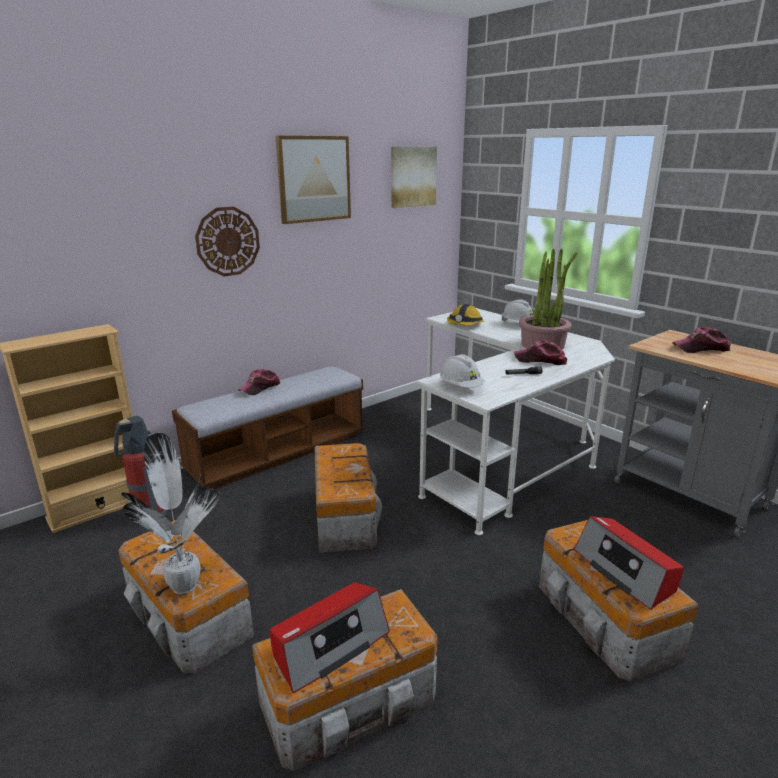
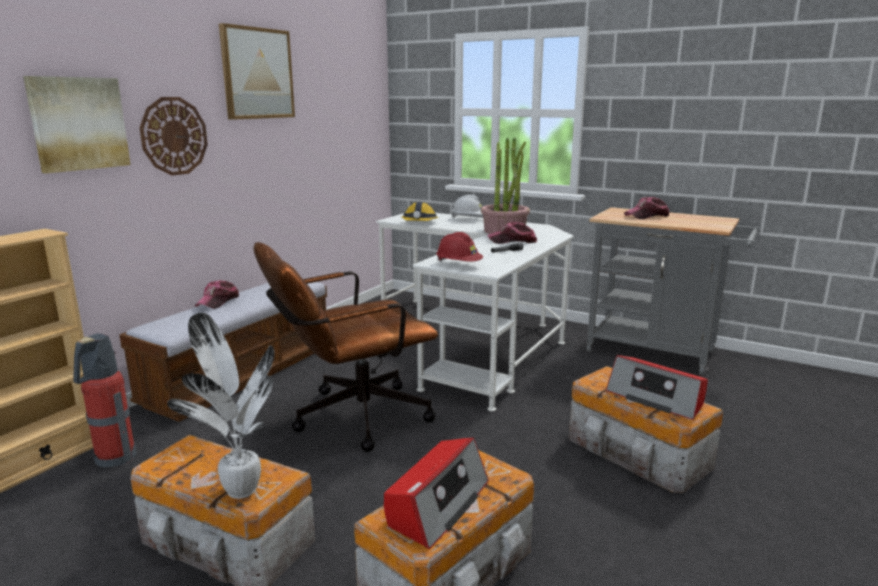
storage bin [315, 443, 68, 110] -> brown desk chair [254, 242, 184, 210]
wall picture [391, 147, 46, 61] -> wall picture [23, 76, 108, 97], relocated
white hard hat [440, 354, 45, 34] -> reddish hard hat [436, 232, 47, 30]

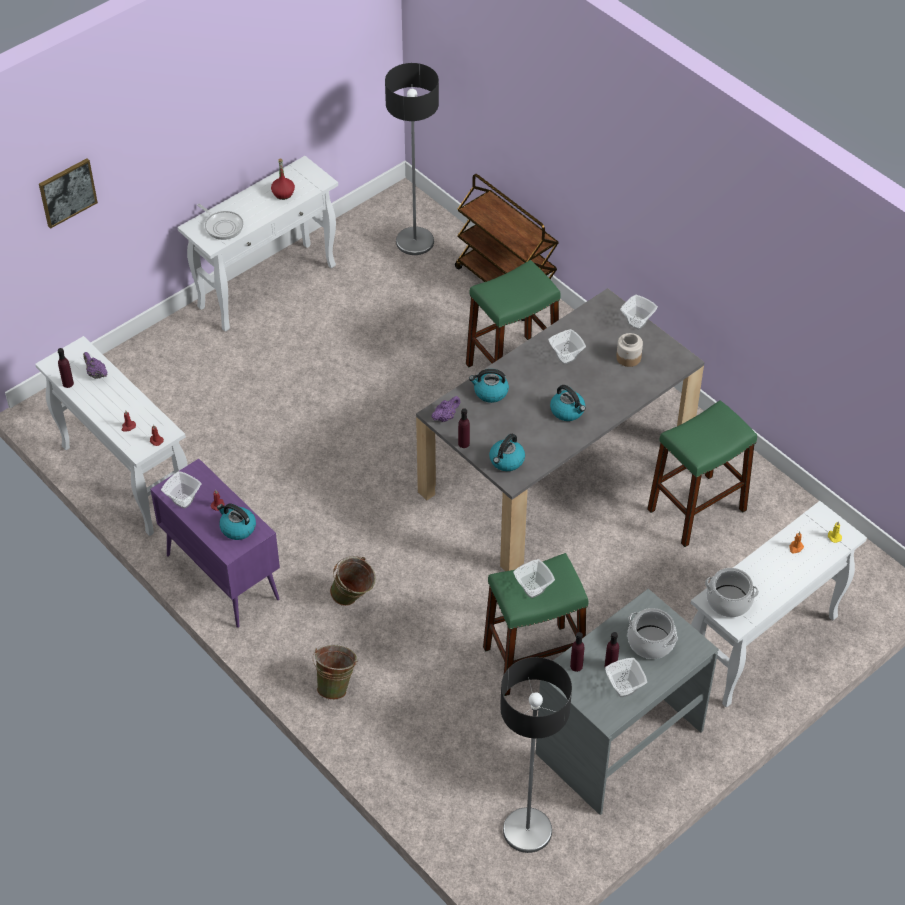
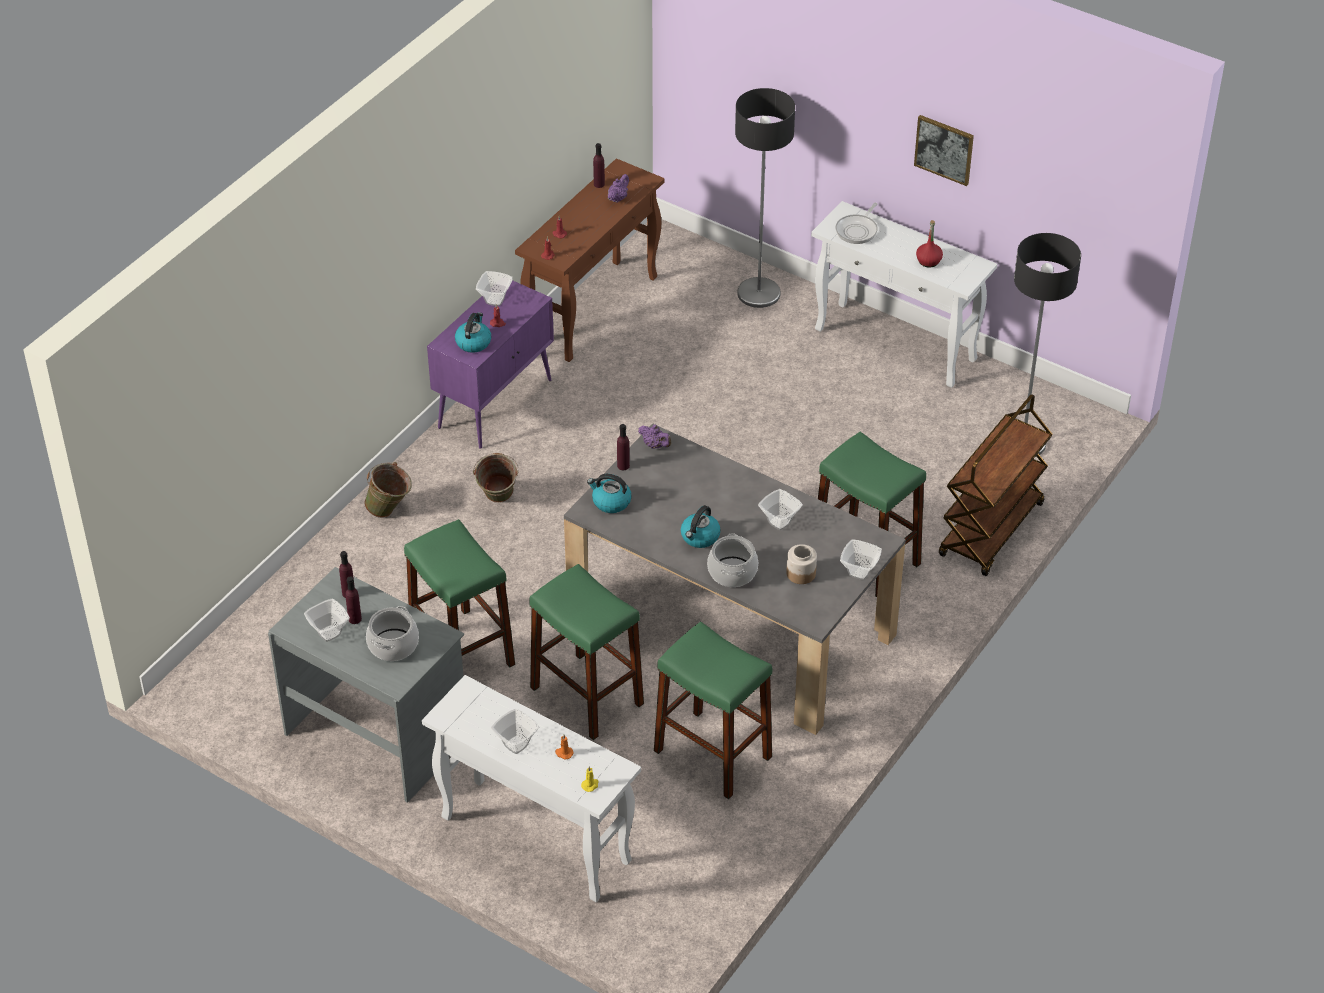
white narrow table [35, 336, 153, 200] -> brown narrow table [515, 158, 149, 204]
wall picture [39, 158, 59, 71] -> wall picture [914, 115, 60, 71], relocated
kettle [469, 369, 40, 34] -> none
floor lamp [500, 657, 72, 196] -> floor lamp [735, 88, 60, 220], relocated
bowl [513, 559, 42, 39] -> bowl [491, 709, 48, 45], relocated
stockpot [705, 568, 54, 49] -> stockpot [707, 533, 51, 54], relocated
none -> green-coloured stool seat [529, 564, 115, 176]

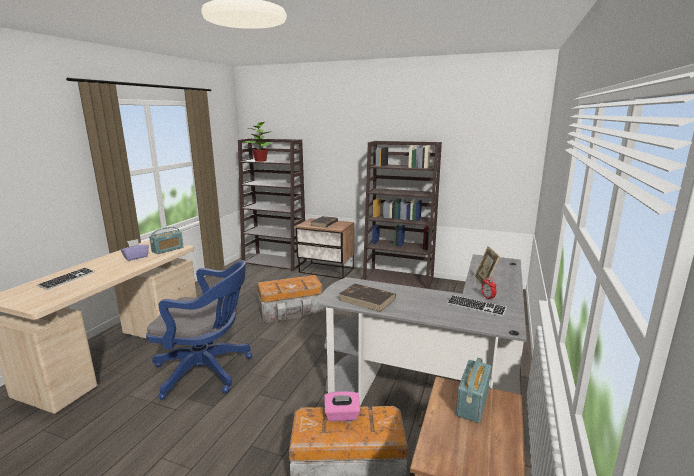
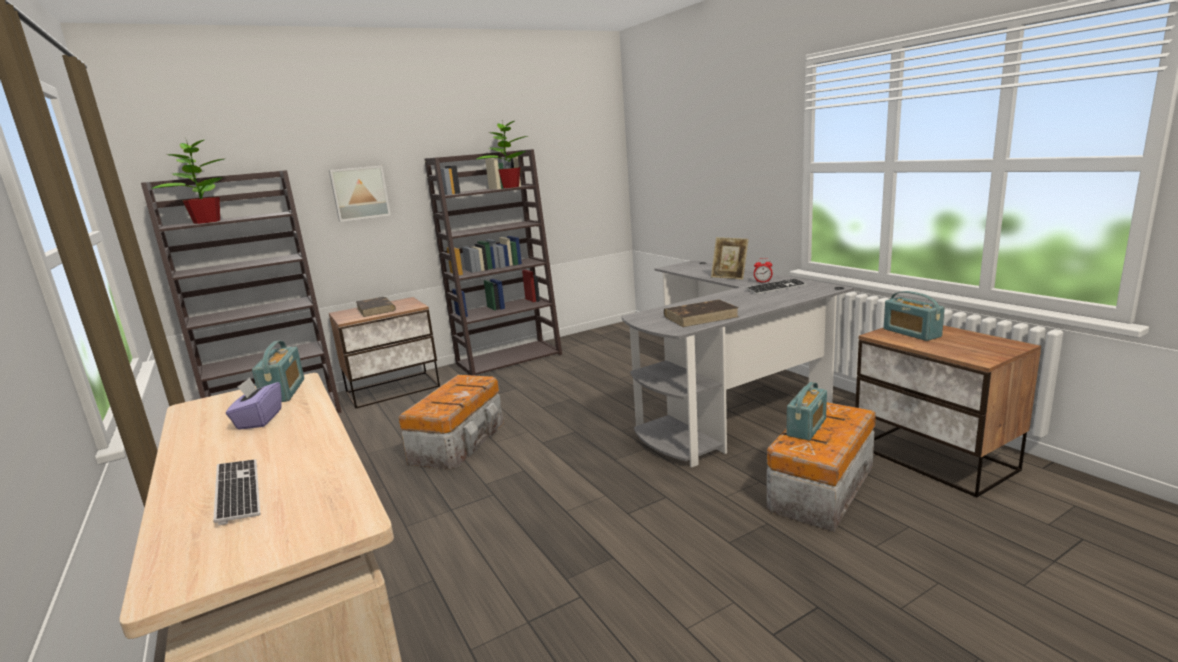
blue-coloured desk chair [146, 260, 106, 140] -> none
pink-coloured box of tissues [324, 391, 36, 31] -> radio set [787, 382, 40, 59]
none -> wall picture [329, 166, 62, 56]
none -> houseplant [477, 120, 50, 68]

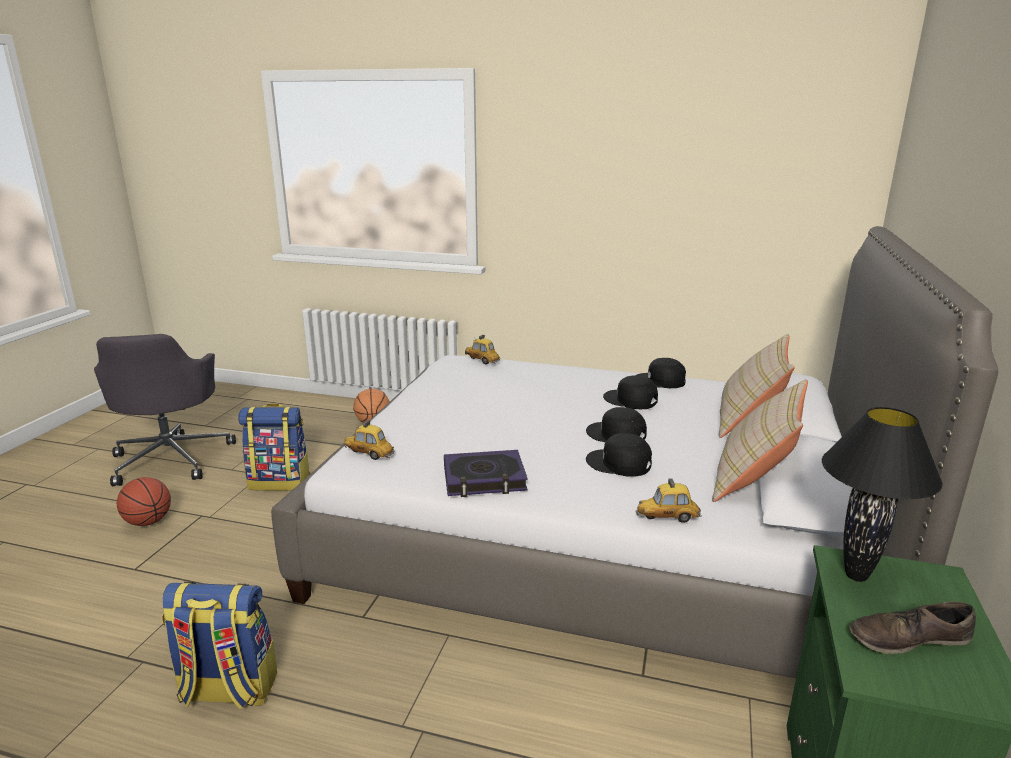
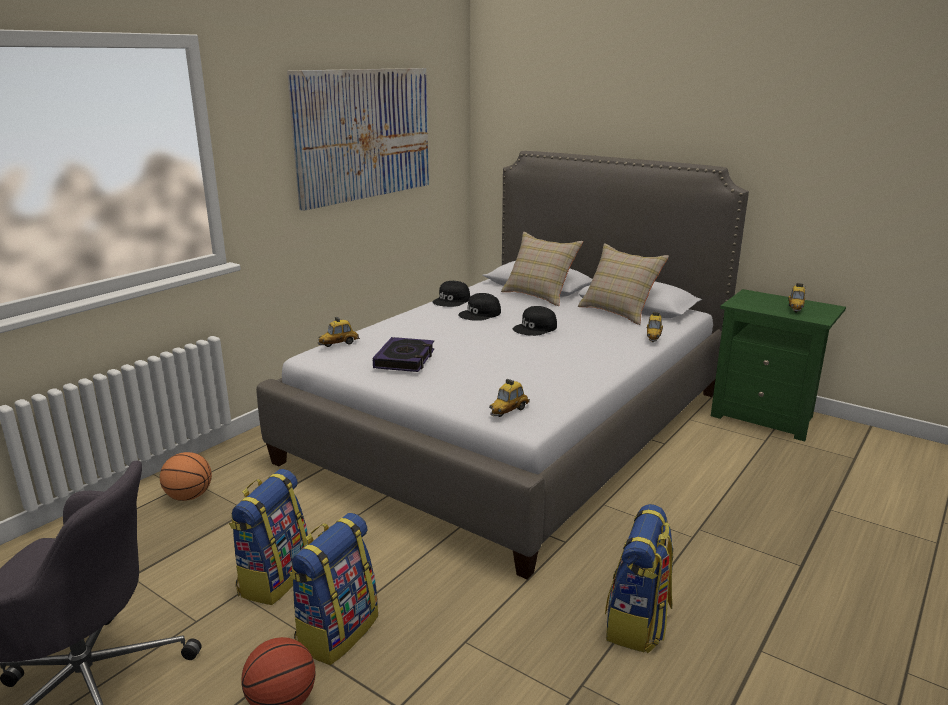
bound book [444, 450, 84, 47] -> bound book [373, 337, 61, 35], relocated
black-coloured baseball cap [586, 433, 66, 44] -> none
black-coloured tabletop lamp [822, 407, 121, 175] -> none
brown item of footwear [849, 601, 127, 53] -> miniature car [788, 283, 18, 29]
none -> wall picture [287, 68, 142, 143]
none -> backpack [289, 513, 89, 152]

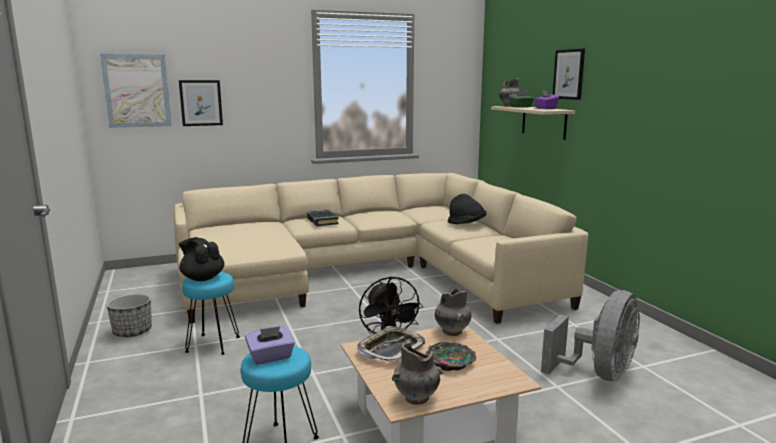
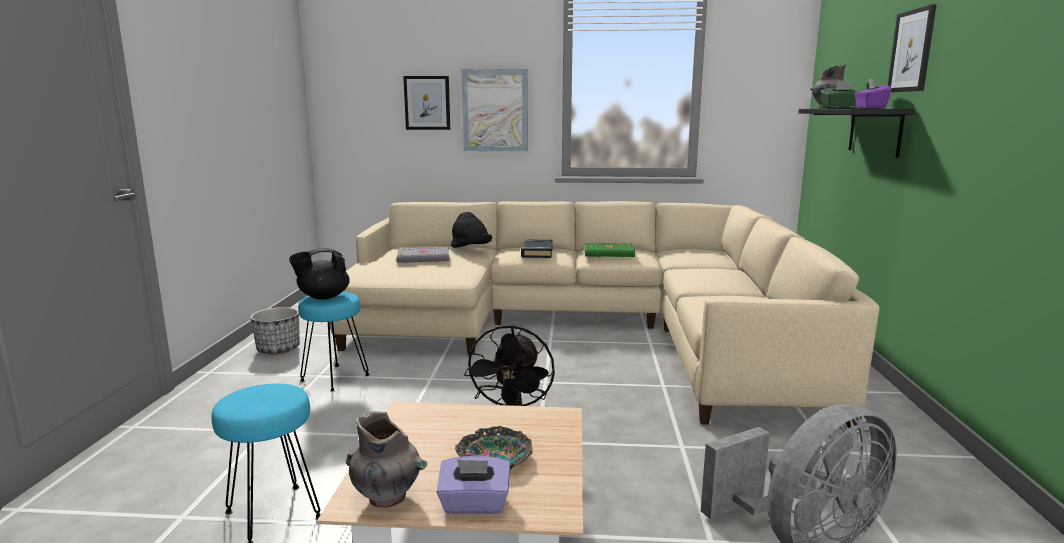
wall picture [100, 54, 72, 74] -> wall picture [461, 69, 67, 82], relocated
black-coloured teapot [179, 237, 45, 44] -> black-coloured teapot [289, 248, 61, 52], 90 degrees counterclockwise
purple-coloured box of tissues [245, 326, 50, 39] -> purple-coloured box of tissues [436, 456, 74, 58], relocated
carrying tray [357, 326, 68, 36] -> none
gray vase [435, 288, 37, 48] -> none
black-coloured clothing hat [448, 194, 38, 30] -> black-coloured clothing hat [451, 212, 41, 36], relocated
sand-coloured wall shelf [491, 106, 84, 34] -> black-coloured wall shelf [799, 109, 116, 49]
none -> gray bound book [397, 247, 52, 16]
none -> green-coloured bound book [584, 243, 51, 14]

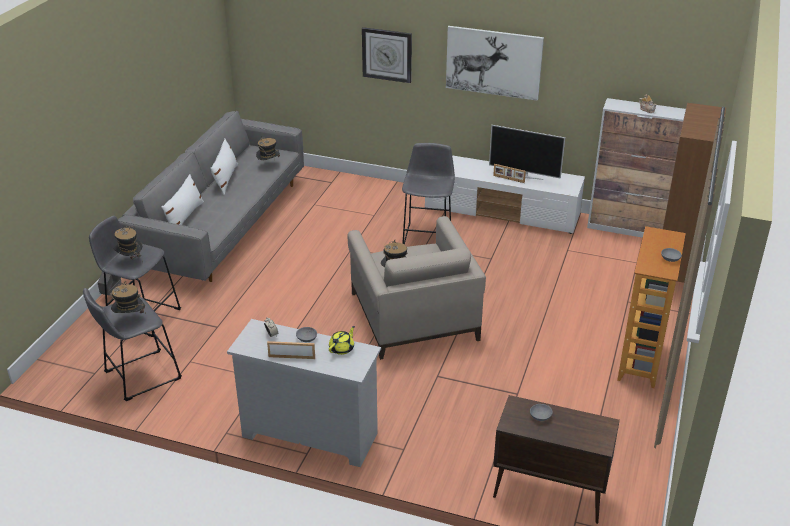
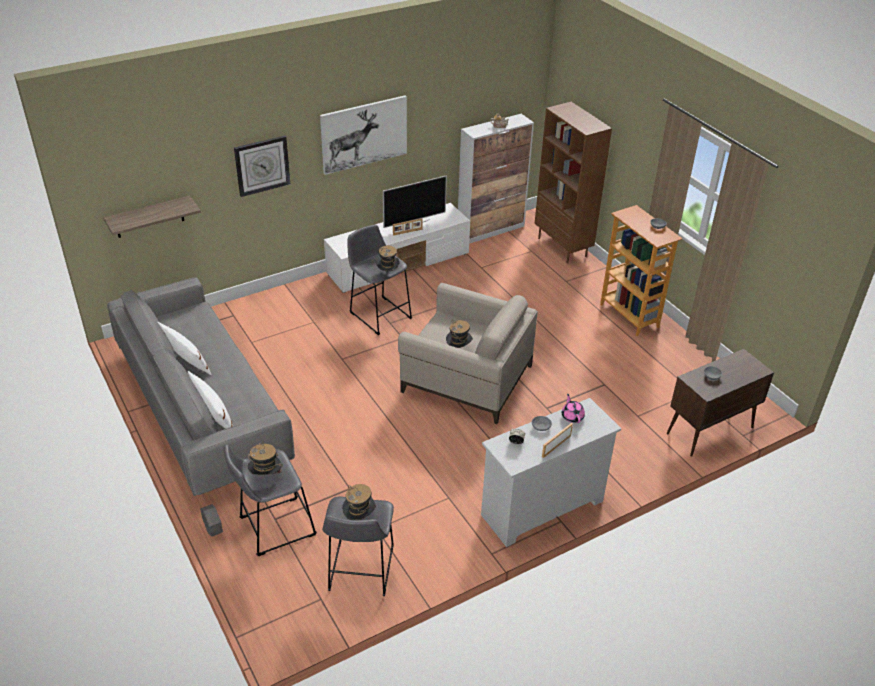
clothing hat [256, 137, 24, 23] -> clothing hat [376, 245, 23, 26], relocated
yellowish teapot [329, 326, 26, 29] -> pink-coloured teapot [562, 394, 23, 29]
none -> wall shelf [103, 196, 98, 42]

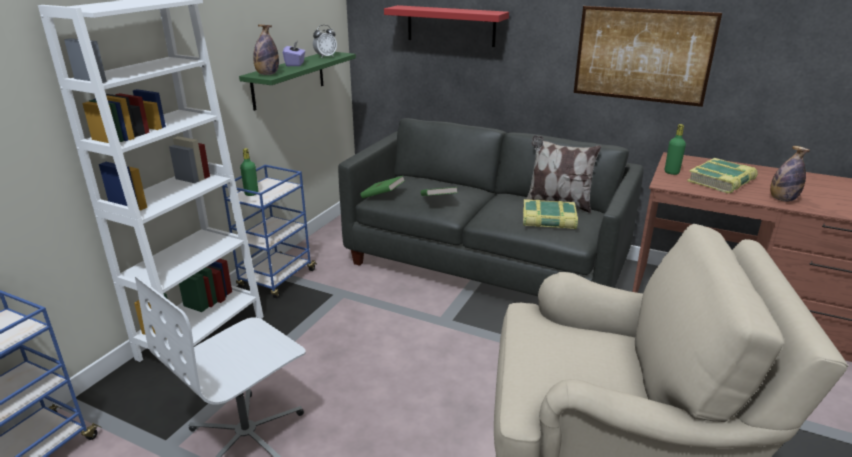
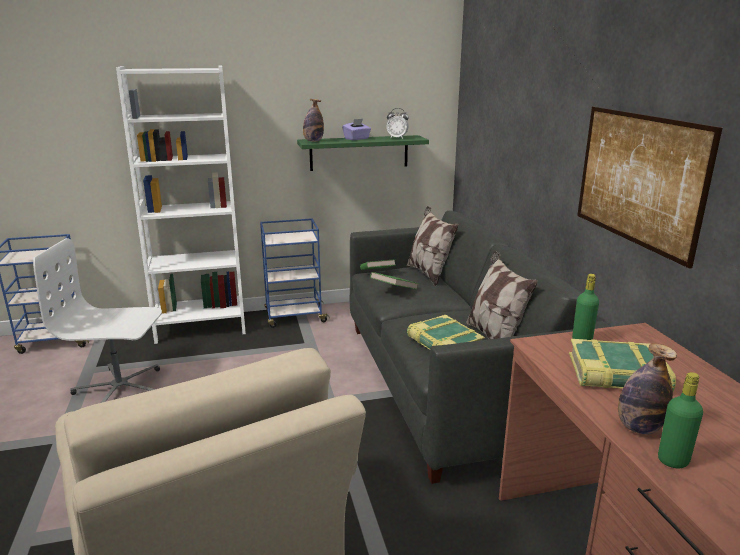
green-coloured beverage bottle [240, 148, 18, 48] -> green-coloured beverage bottle [658, 372, 45, 96], relocated
reddish wall shelf [384, 5, 125, 42] -> none
none -> throw pillow [407, 206, 51, 80]

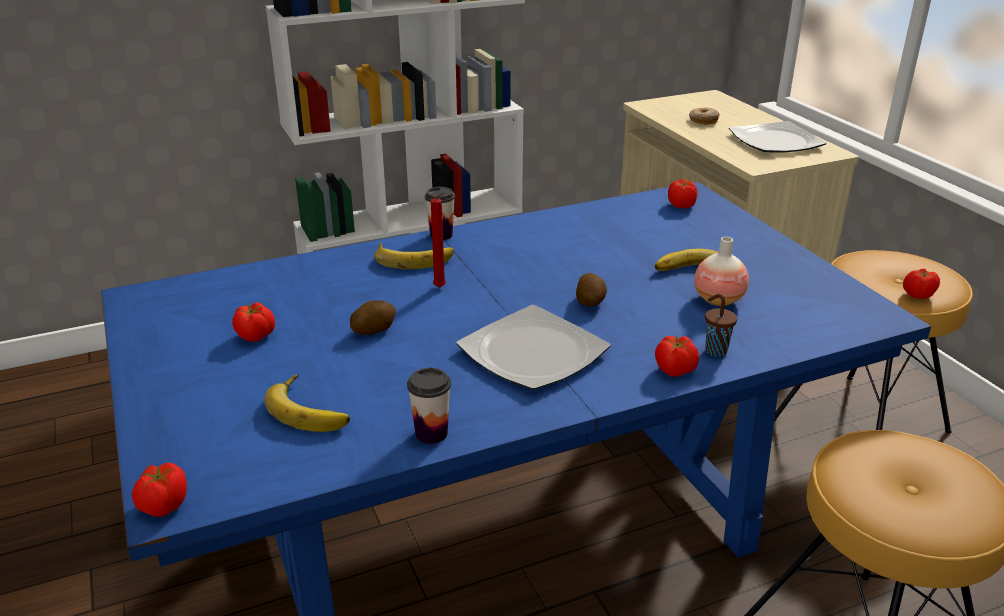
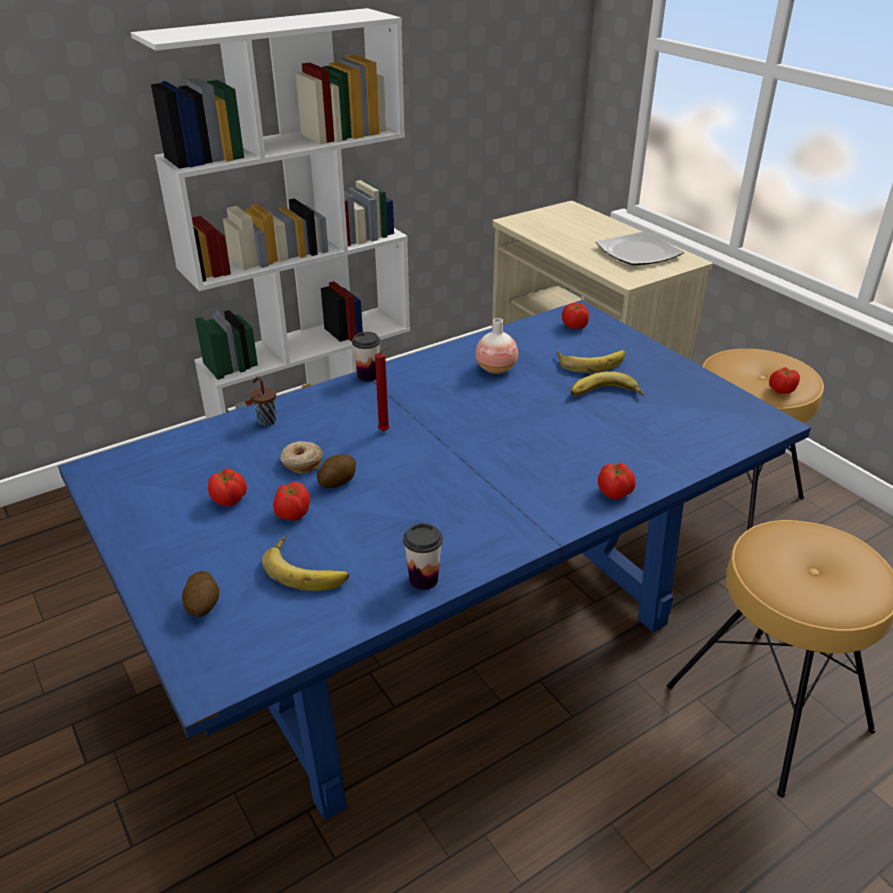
tomato [132, 463, 55, 54] -> tomato [273, 482, 37, 39], relocated
whole banana [374, 242, 80, 27] -> whole banana [557, 350, 68, 23], relocated
plate [456, 305, 154, 85] -> none
spud [576, 273, 31, 34] -> spud [182, 571, 37, 46], relocated
ring doughnut [689, 108, 31, 17] -> ring doughnut [280, 441, 43, 33], relocated
vase [694, 237, 55, 69] -> vase [475, 318, 43, 56], relocated
brown cup [705, 294, 32, 63] -> brown cup [250, 376, 26, 50], relocated

